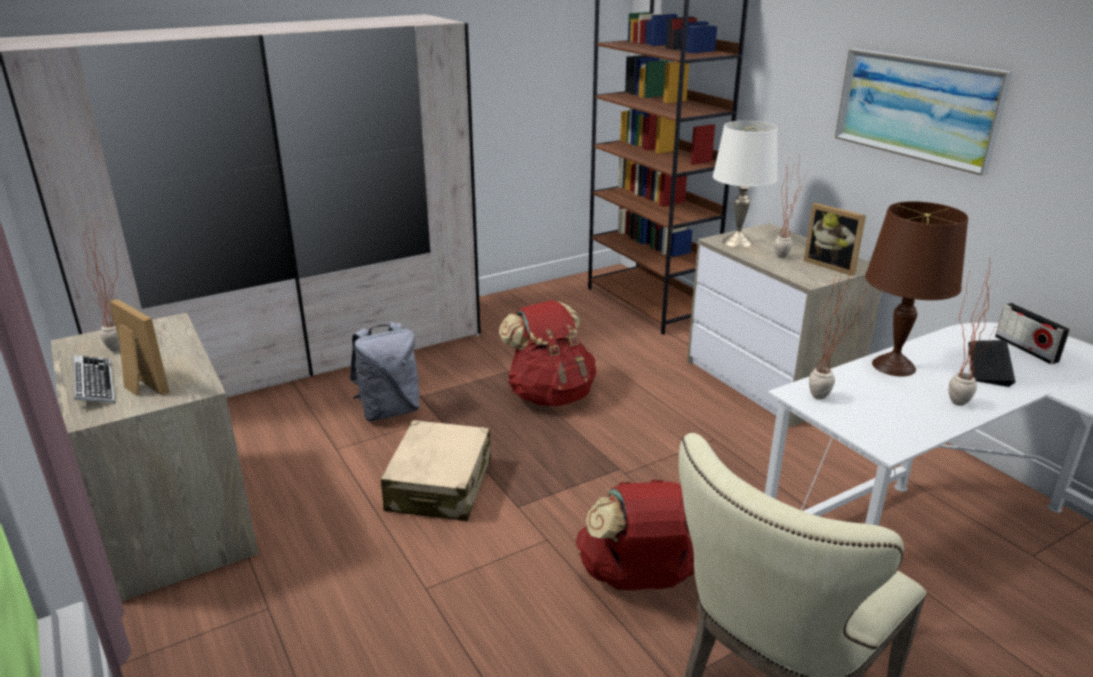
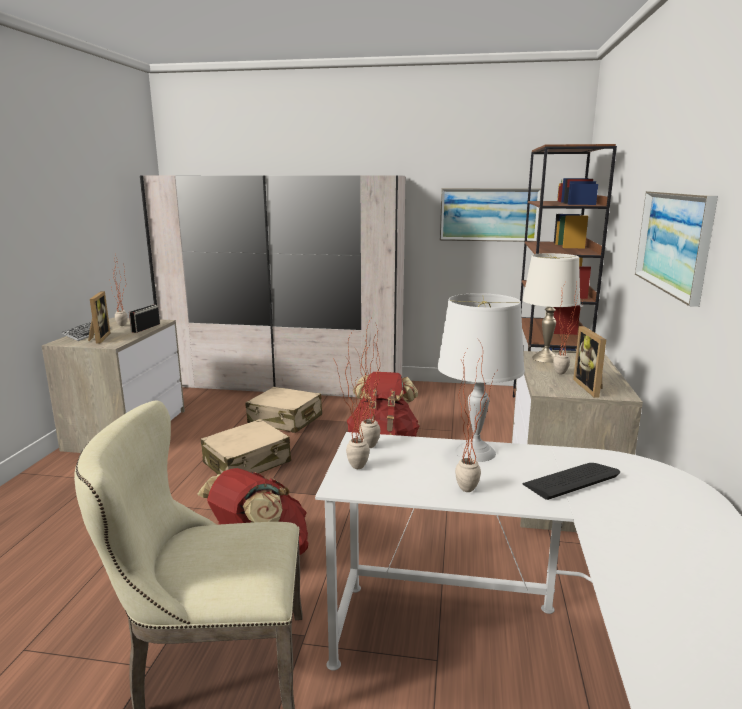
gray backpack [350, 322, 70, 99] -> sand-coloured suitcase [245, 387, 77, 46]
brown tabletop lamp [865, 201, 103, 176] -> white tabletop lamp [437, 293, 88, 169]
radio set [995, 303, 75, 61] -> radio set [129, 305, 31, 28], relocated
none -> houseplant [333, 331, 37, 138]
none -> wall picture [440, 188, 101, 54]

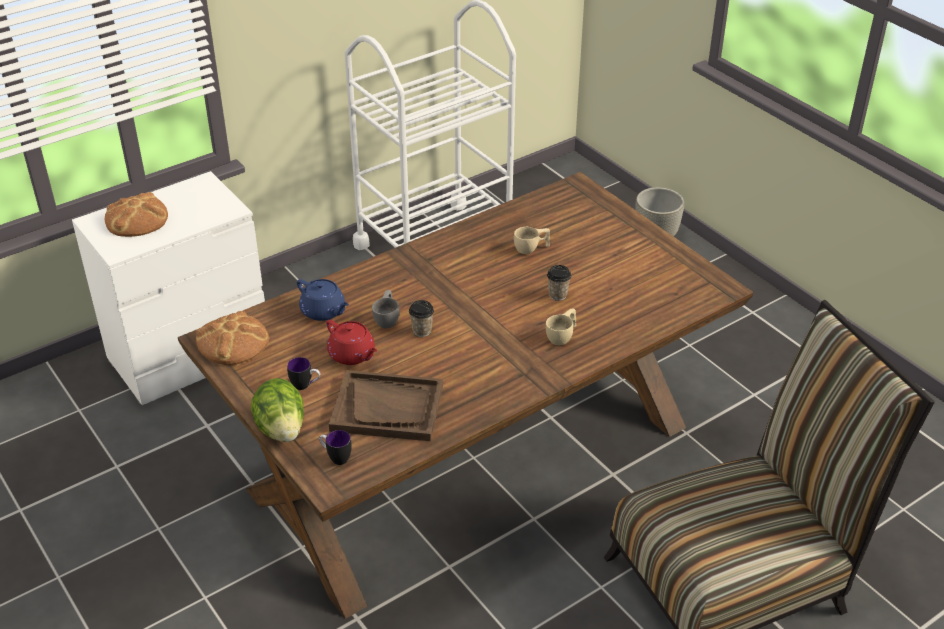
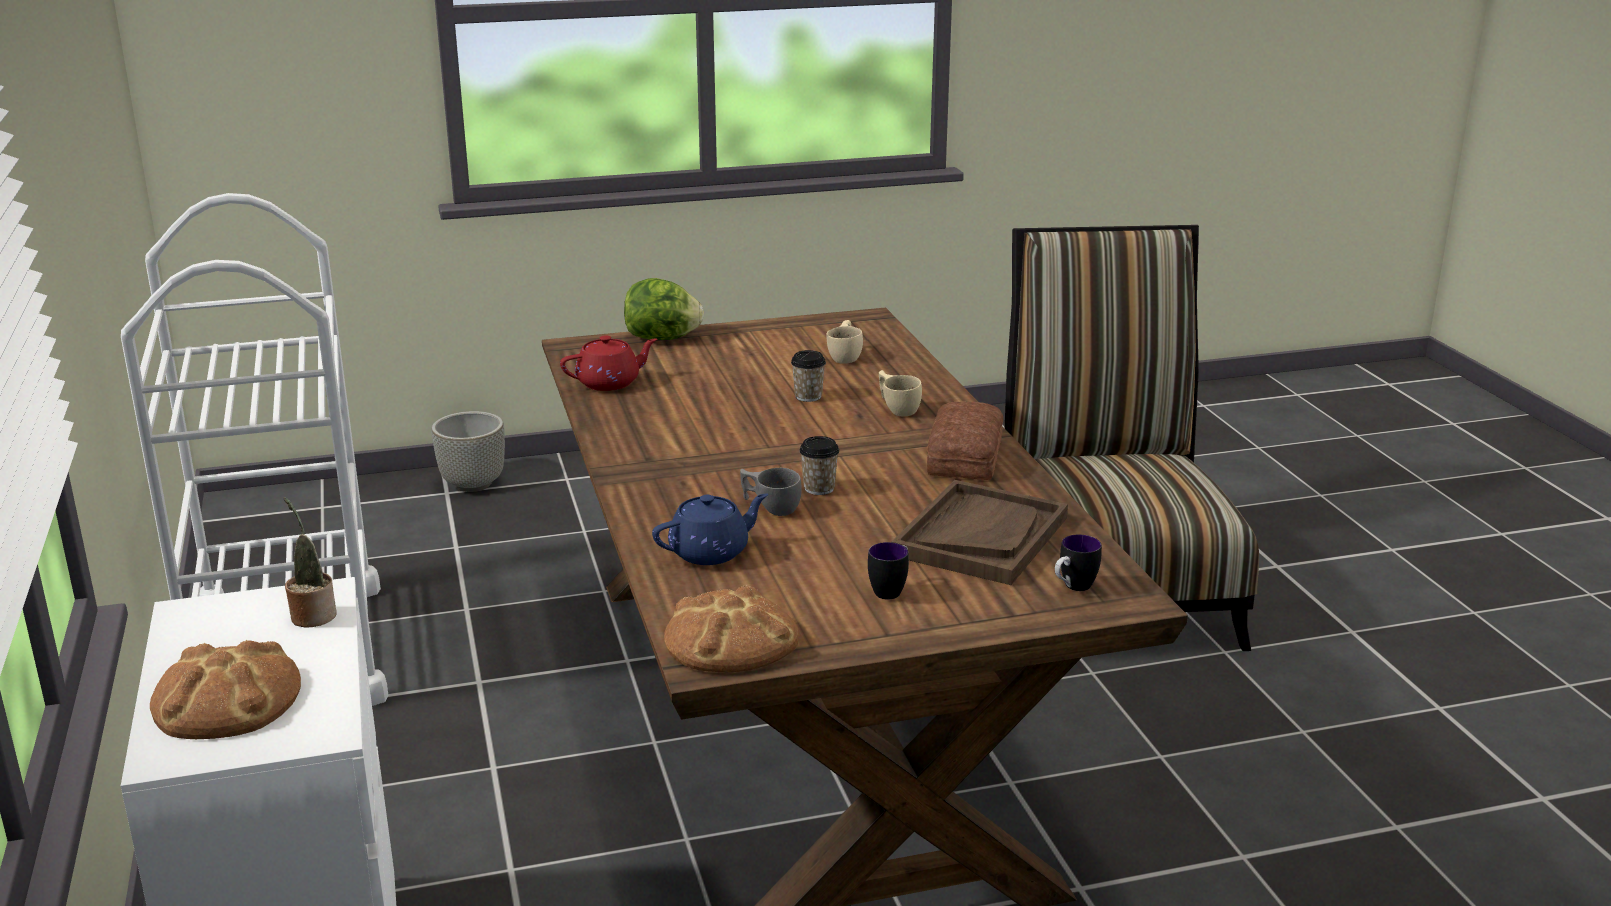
head of lettuce [251, 378, 53, 64] -> head of lettuce [624, 278, 80, 62], relocated
reddish teapot [326, 320, 51, 45] -> reddish teapot [560, 335, 97, 56], relocated
sand-coloured cup [514, 227, 36, 27] -> sand-coloured cup [826, 320, 37, 44], relocated
none -> houseplant [283, 497, 54, 130]
none -> baked bread [927, 402, 76, 78]

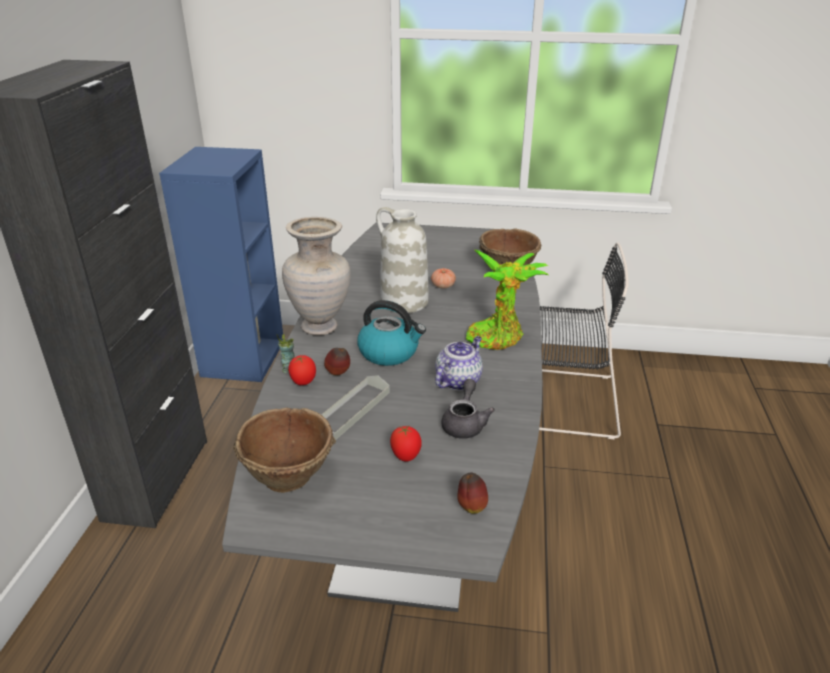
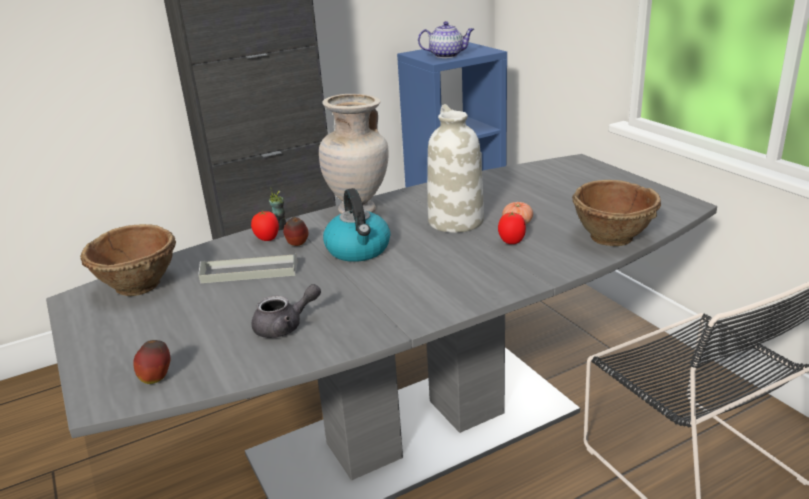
tomato [390, 426, 32, 36] -> tomato [498, 211, 28, 33], relocated
teapot [435, 336, 48, 55] -> teapot [418, 21, 56, 37], relocated
houseplant [466, 250, 83, 100] -> none

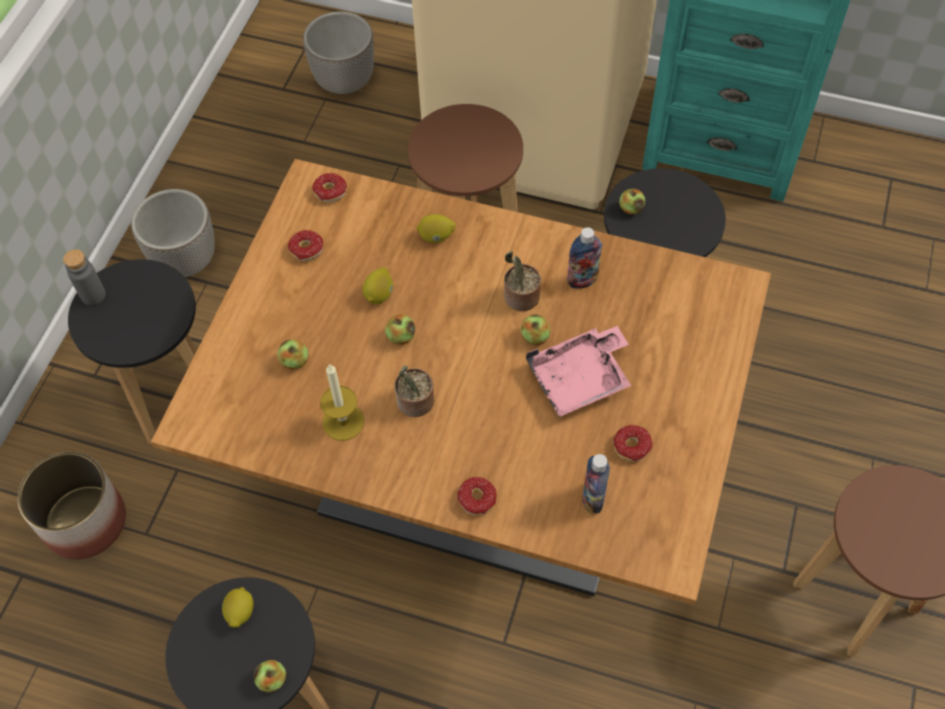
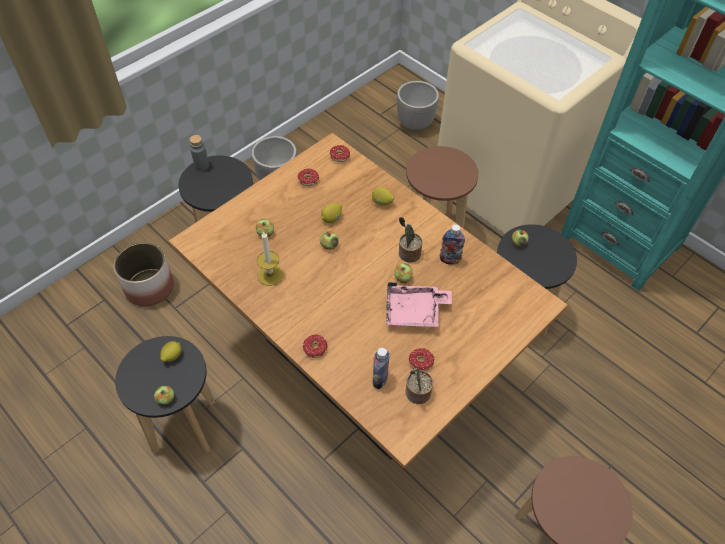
houseplant [394, 366, 40, 51] -> houseplant [405, 367, 28, 37], relocated

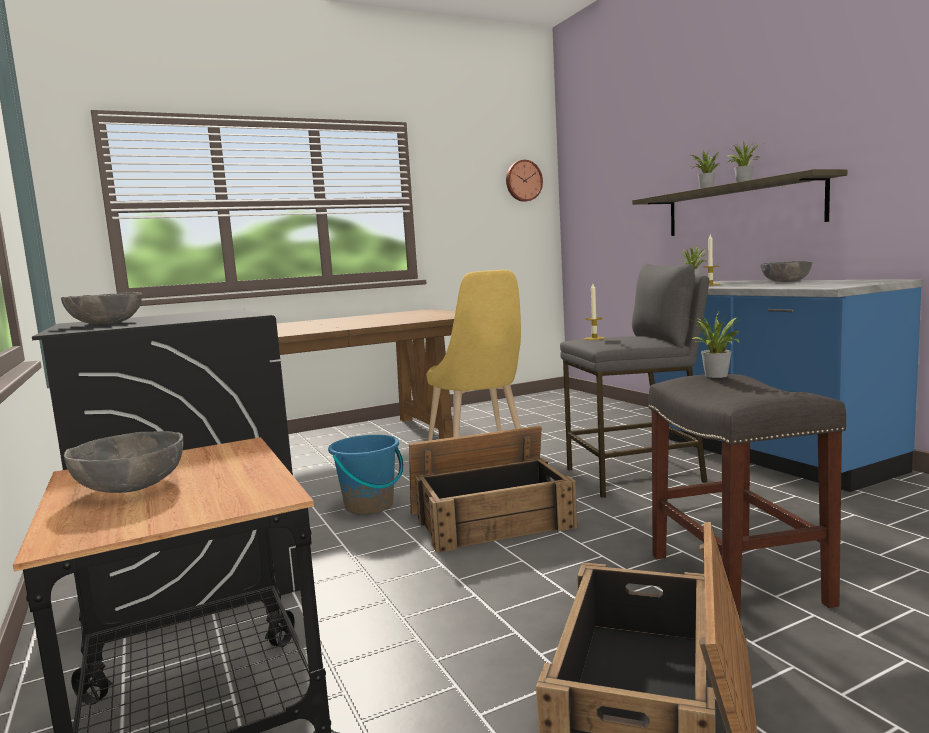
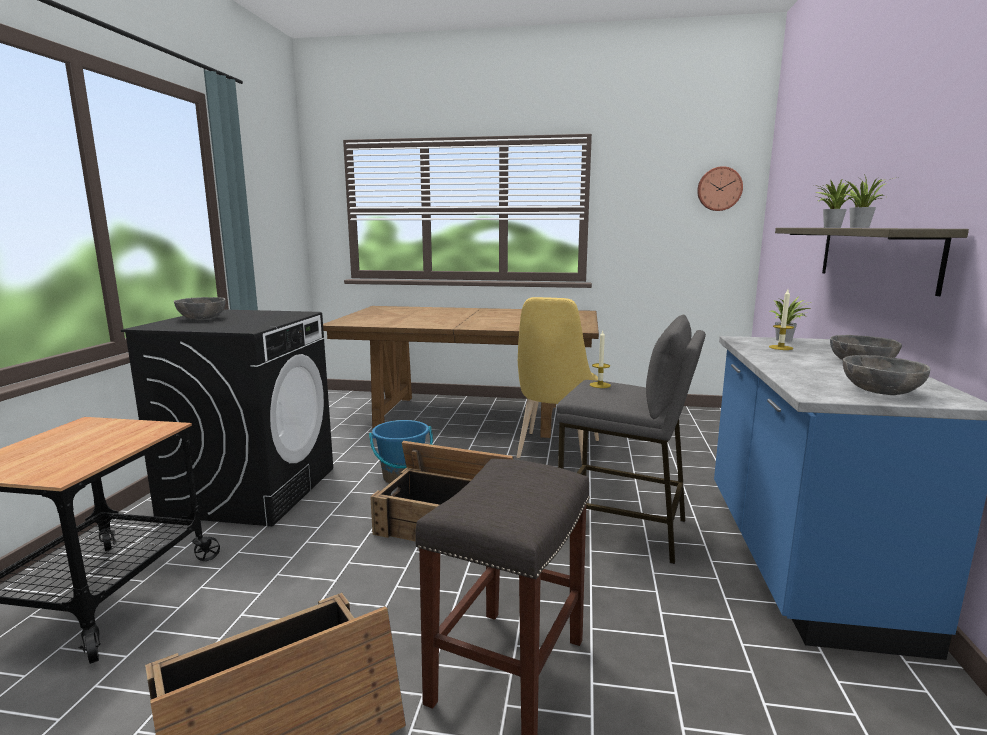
gray bowl [64, 431, 119, 62] -> gray bowl [843, 355, 87, 40], relocated
houseplant [682, 312, 58, 66] -> none

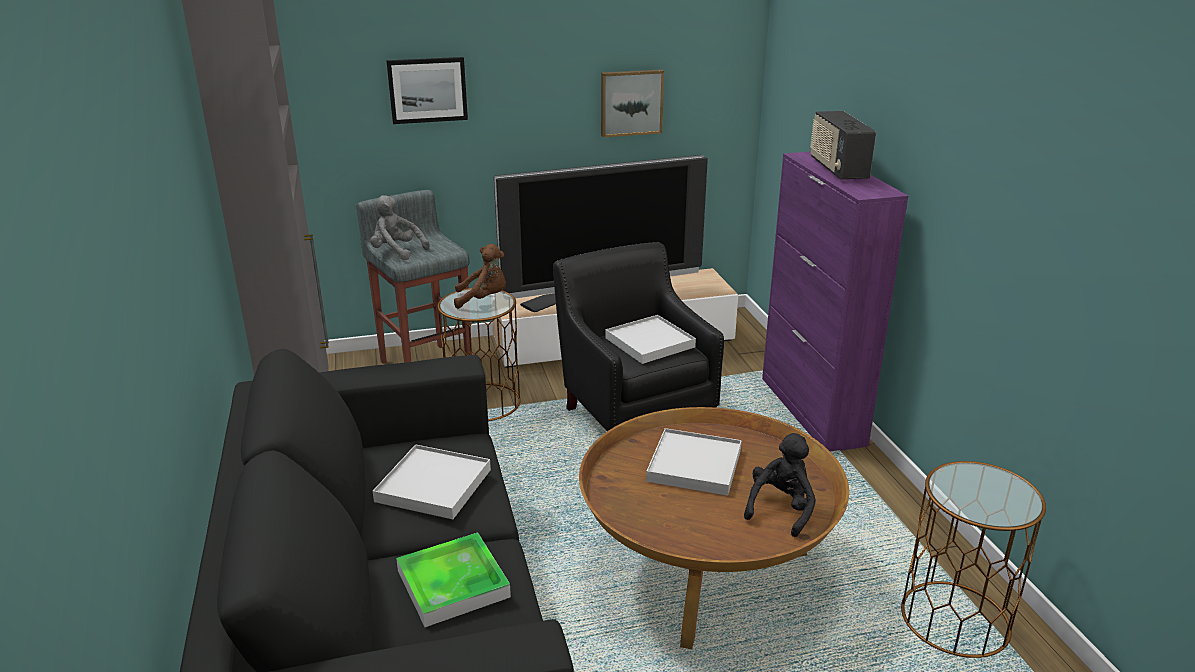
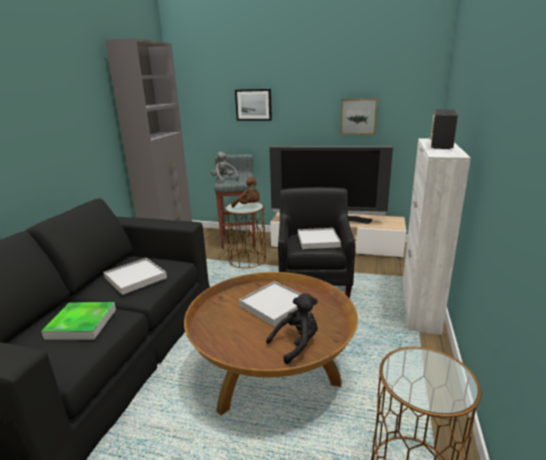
purple-coloured storage cabinet [762, 151, 146, 300] -> white storage cabinet [403, 139, 68, 196]

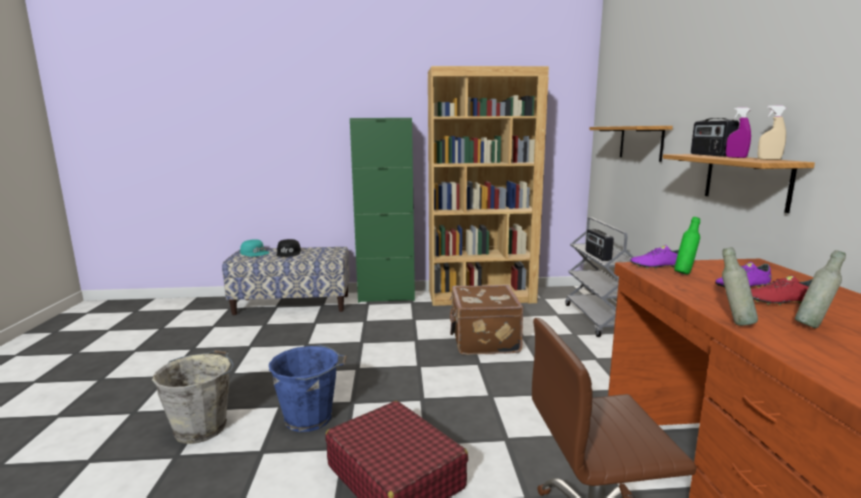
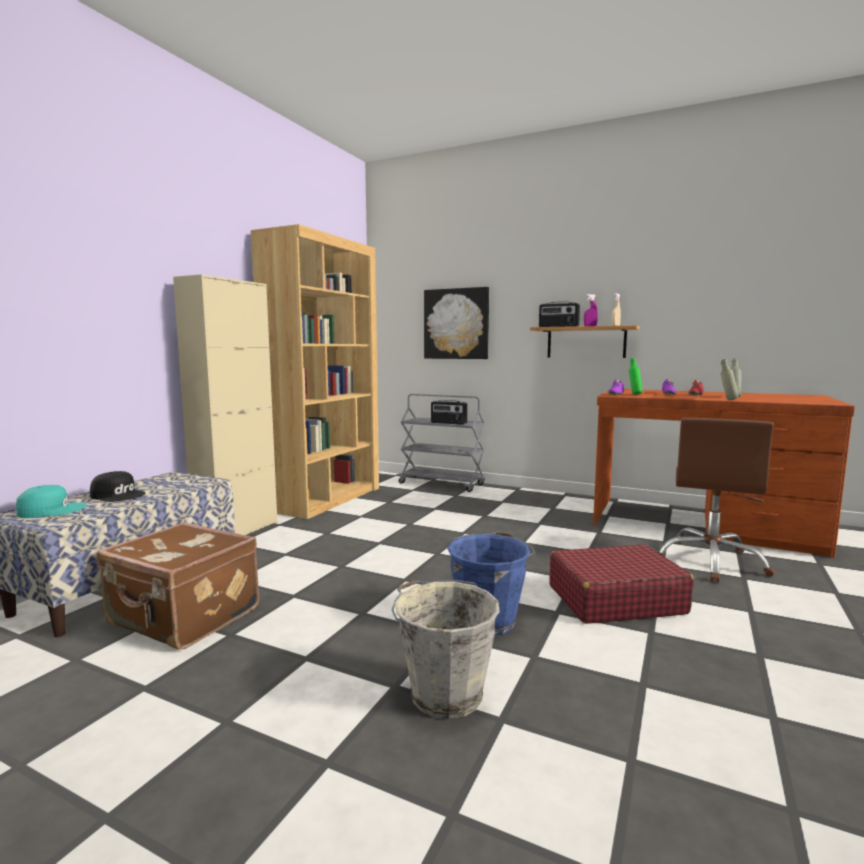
green-coloured storage cabinet [350, 118, 65, 185] -> sand-coloured storage cabinet [173, 274, 104, 261]
brown suitcase [450, 285, 74, 70] -> brown suitcase [97, 522, 162, 128], relocated
wall shelf [589, 126, 84, 36] -> wall picture [424, 287, 65, 72]

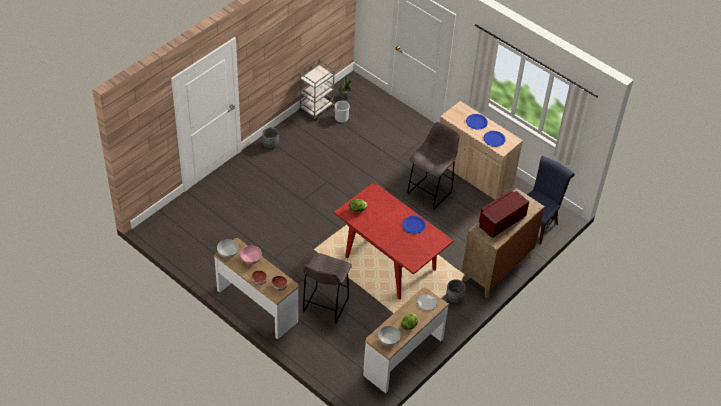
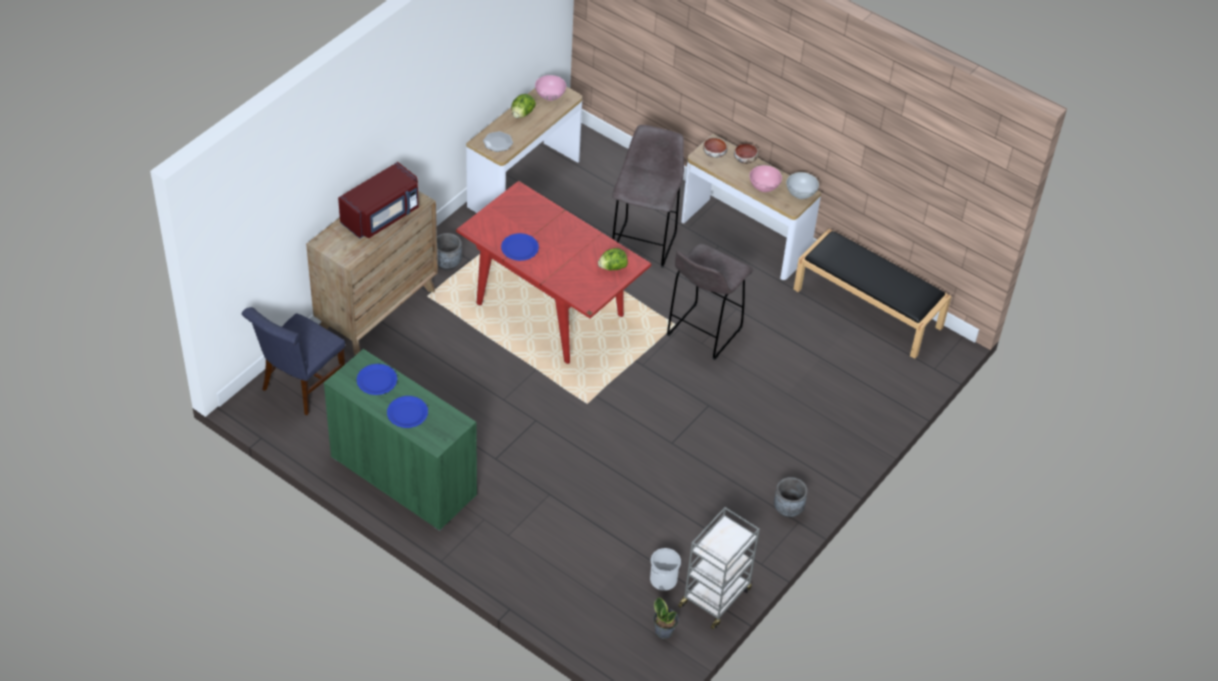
white bowl [378, 325, 23, 21] -> pink-coloured bowl [535, 75, 31, 26]
gray stool seat [407, 122, 53, 88] -> gray stool seat [667, 243, 86, 117], relocated
sand-coloured storage cabinet [440, 101, 83, 99] -> green-coloured storage cabinet [324, 349, 153, 182]
none -> black-coloured indoor bench [793, 229, 158, 130]

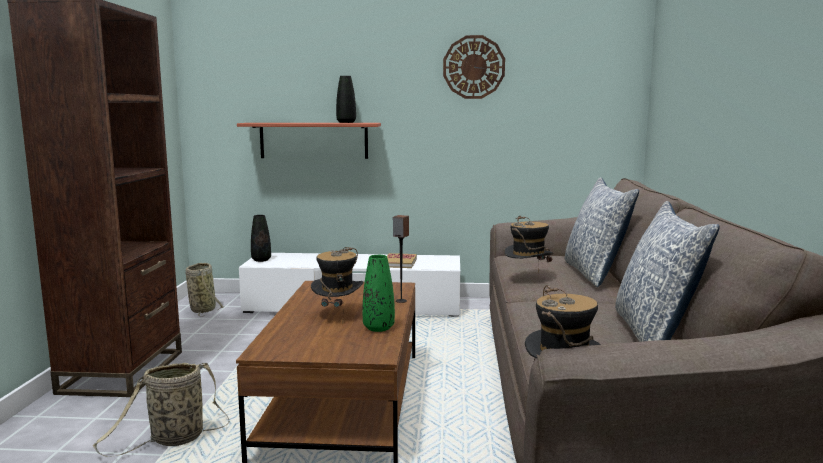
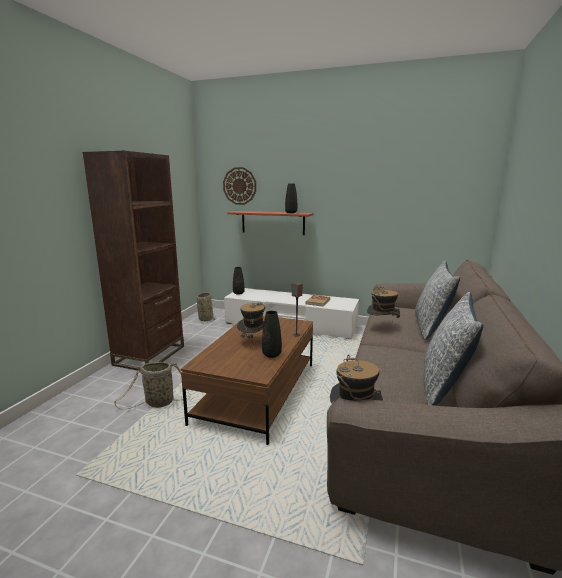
green-coloured vase [363, 255, 32, 77] -> black-coloured vase [262, 311, 20, 47]
clock on the wall [443, 35, 62, 64] -> clock on the wall [223, 167, 33, 38], relocated

